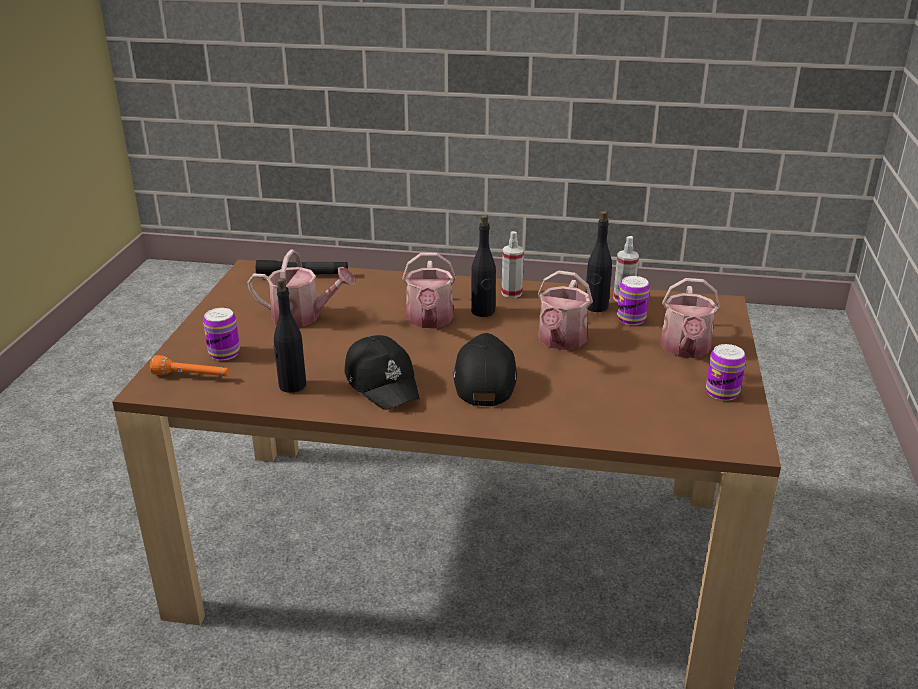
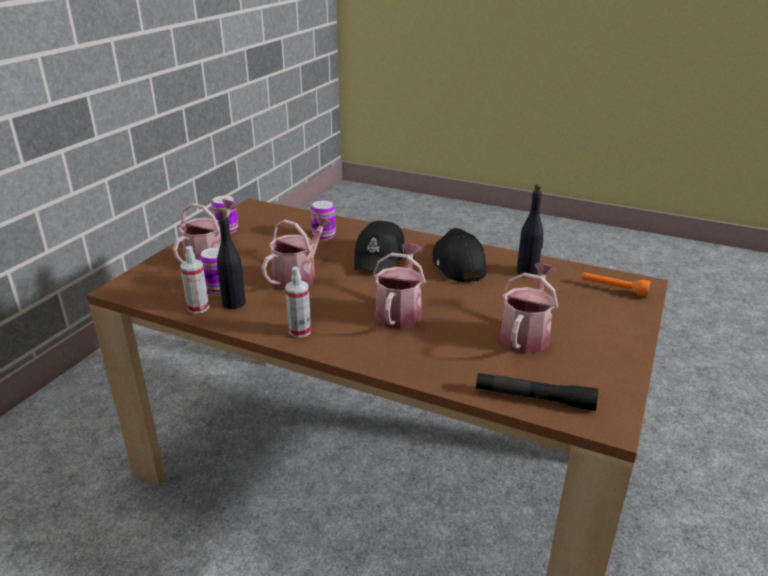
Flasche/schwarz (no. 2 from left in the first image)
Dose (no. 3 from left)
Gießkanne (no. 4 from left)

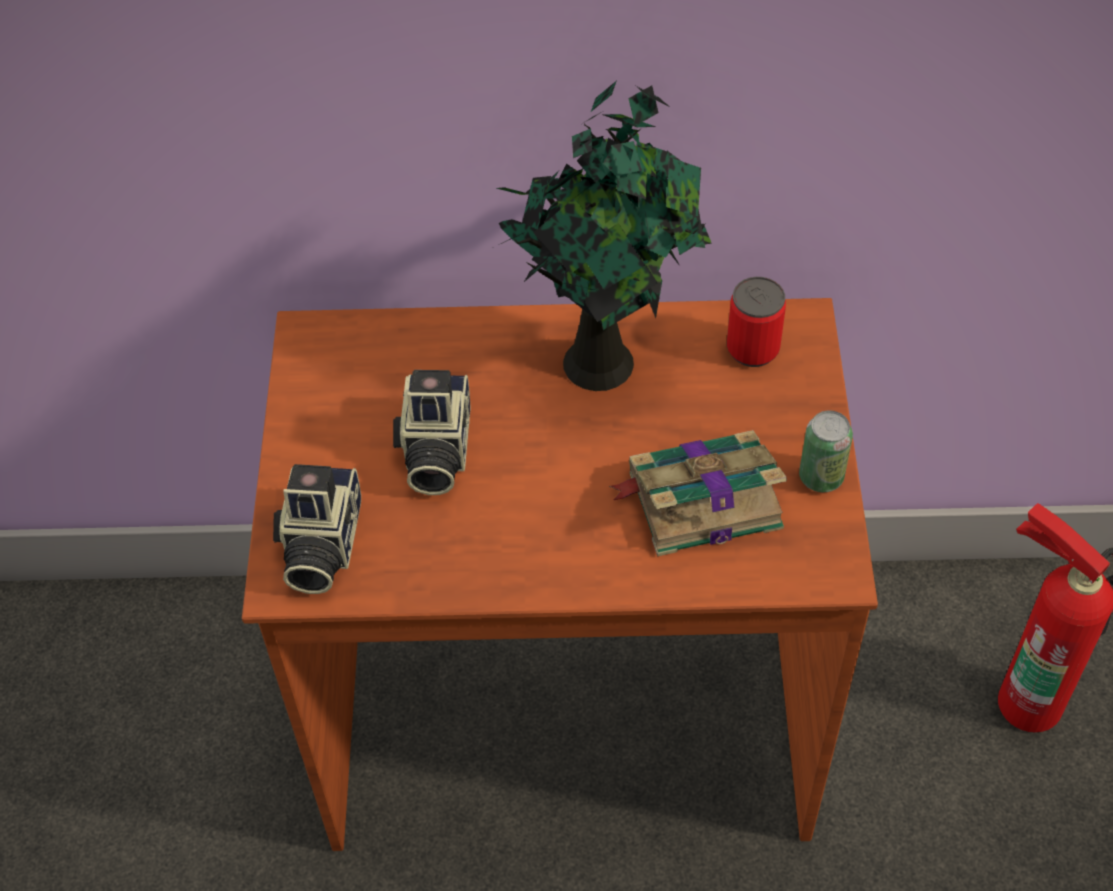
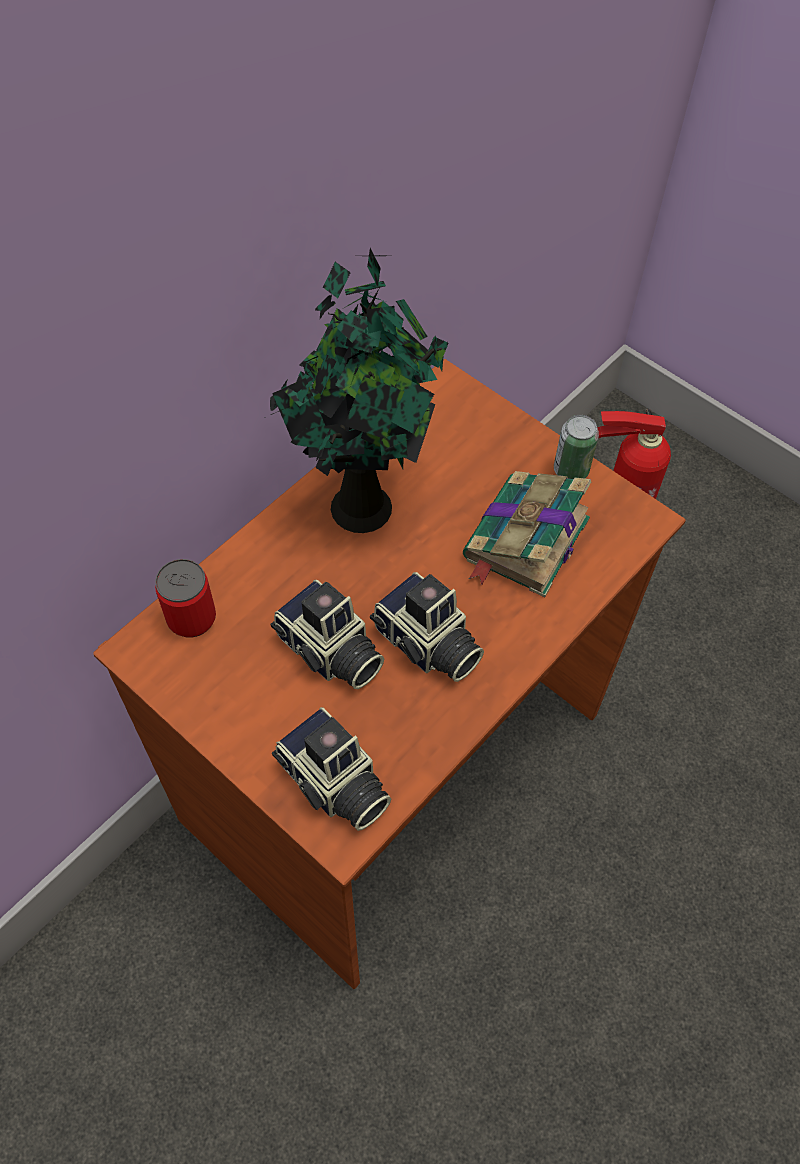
Kamera (no. 3 from left)
Dose (no. 1 from left)

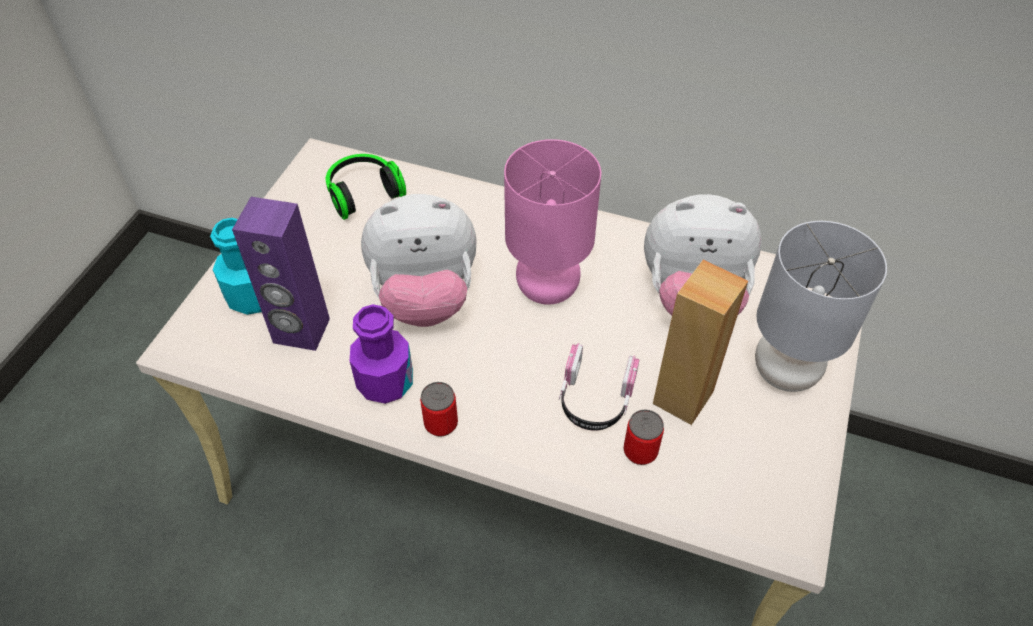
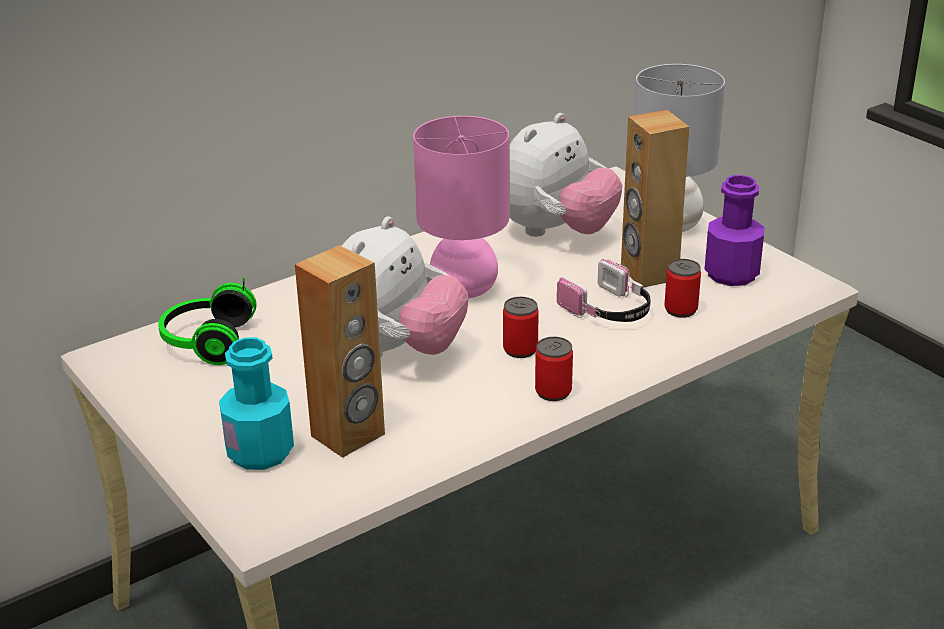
Dose (no. 1 from left)
Flasche/lila
Lautsprecher/braun (no. 1 from left)

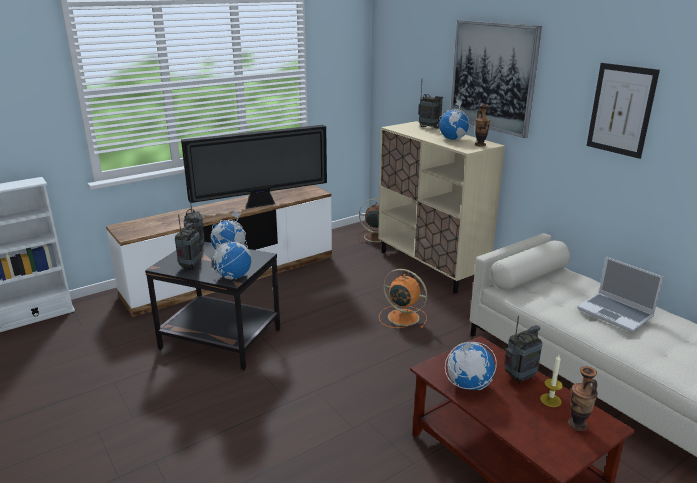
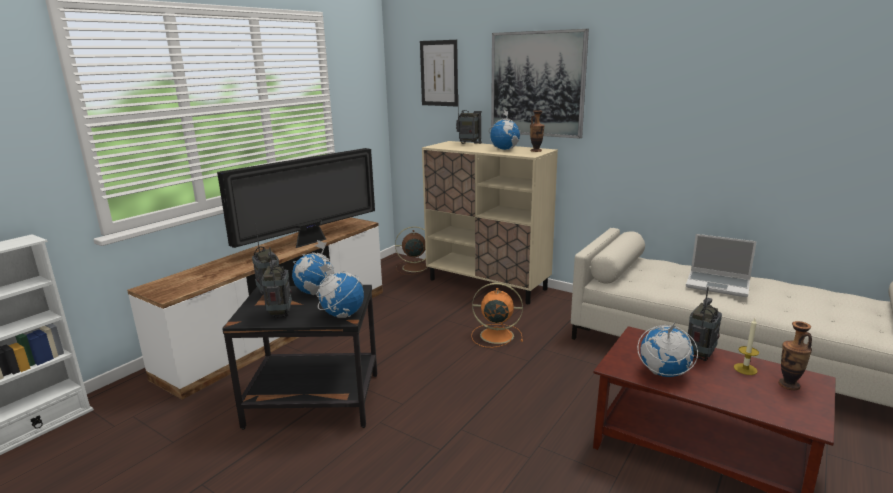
Bild (no. 1 from left)

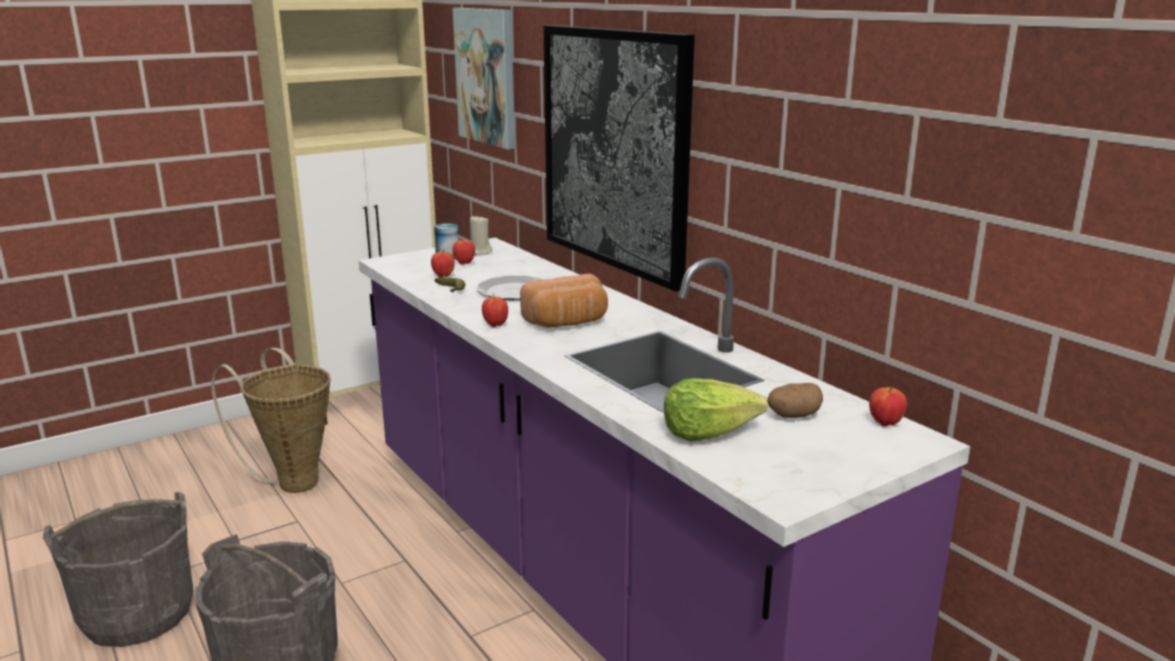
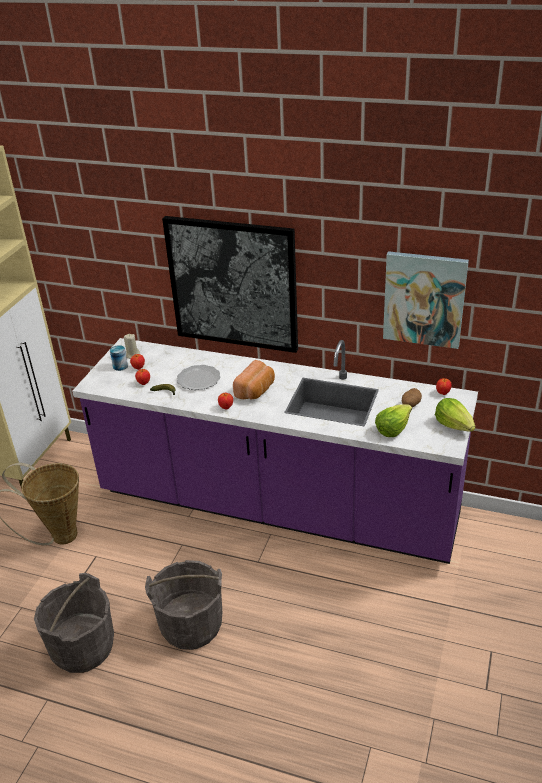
Salatkopf (no. 2 from left)
Bild (no. 2 from left)

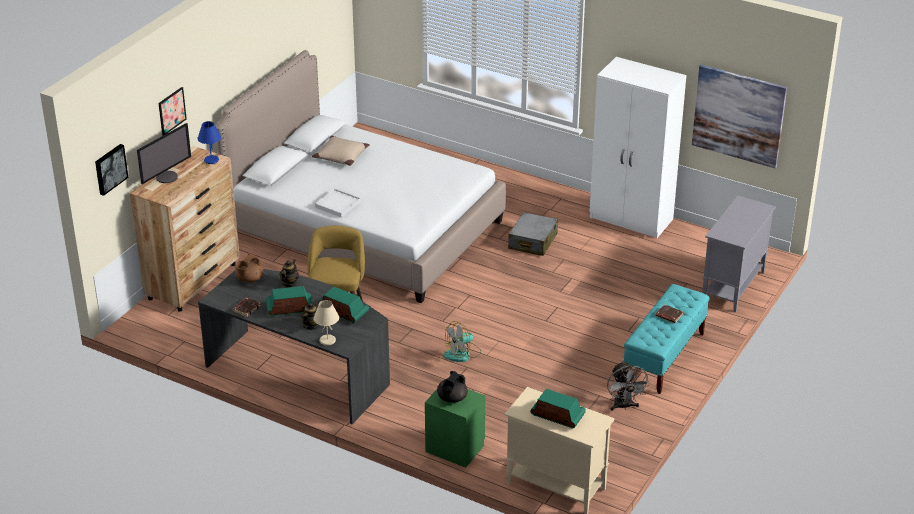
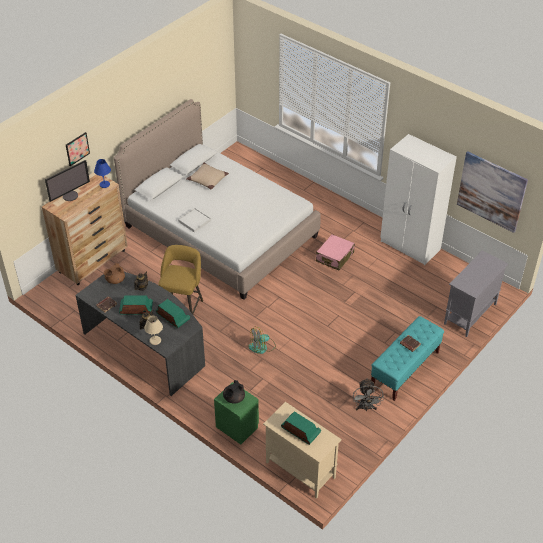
Bild (no. 1 from left in the first image)
Koffer/rosa

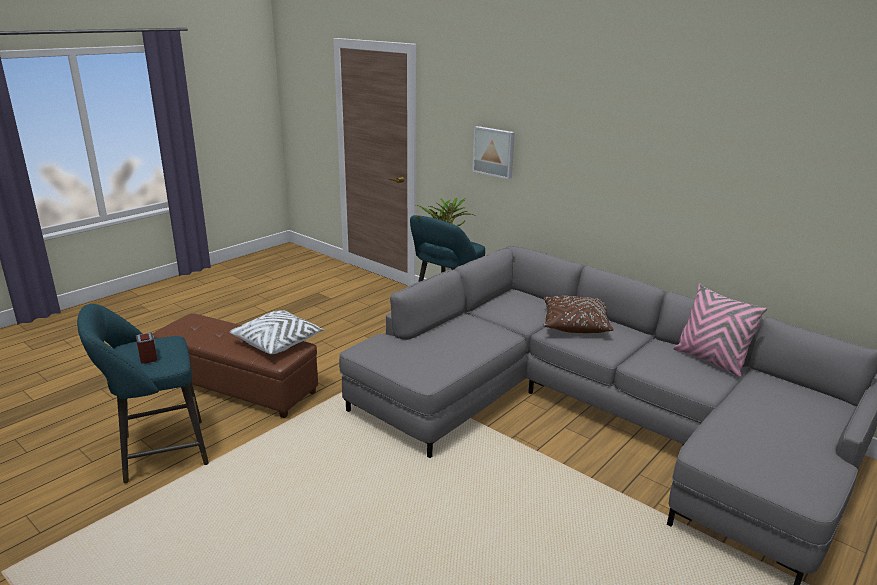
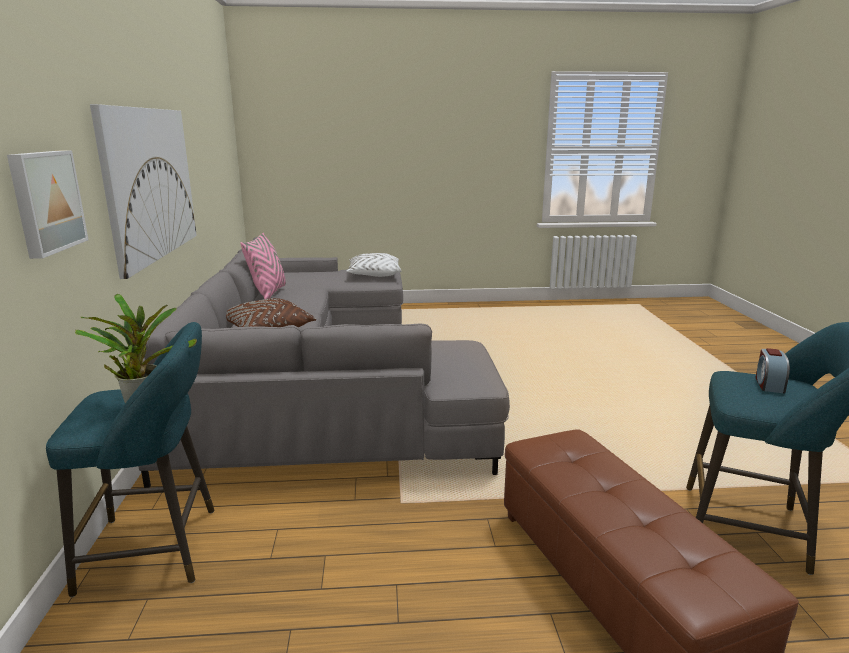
Bild (no. 2 from left)
Kissen/weiß

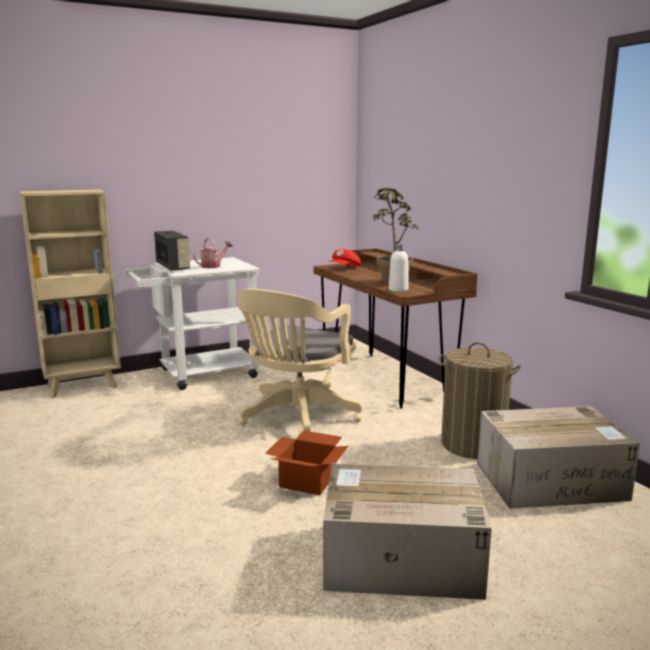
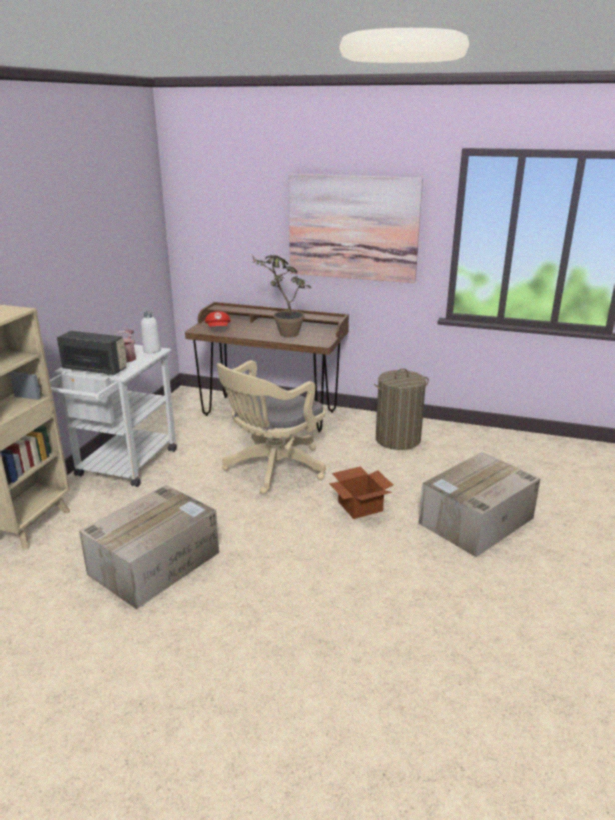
Bild
Flasche/weiß
Karton (no. 1 from left)
Bürostuhl/beige

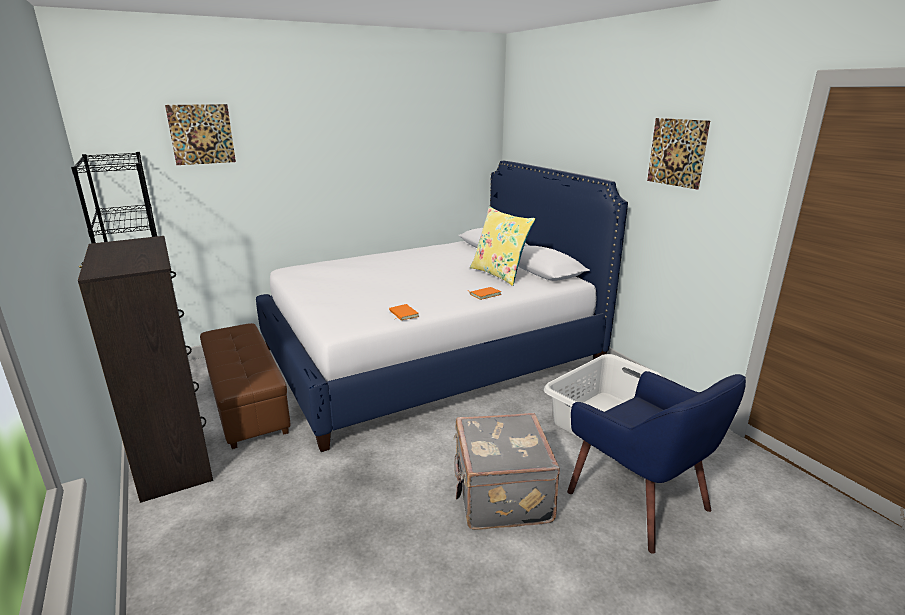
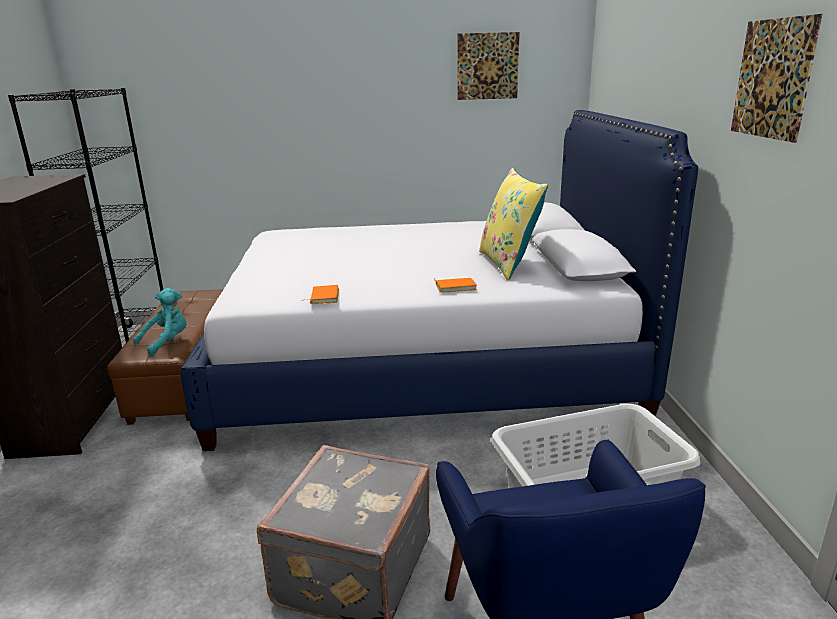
Plüschtier/türkis
Bild (no. 1 from left)

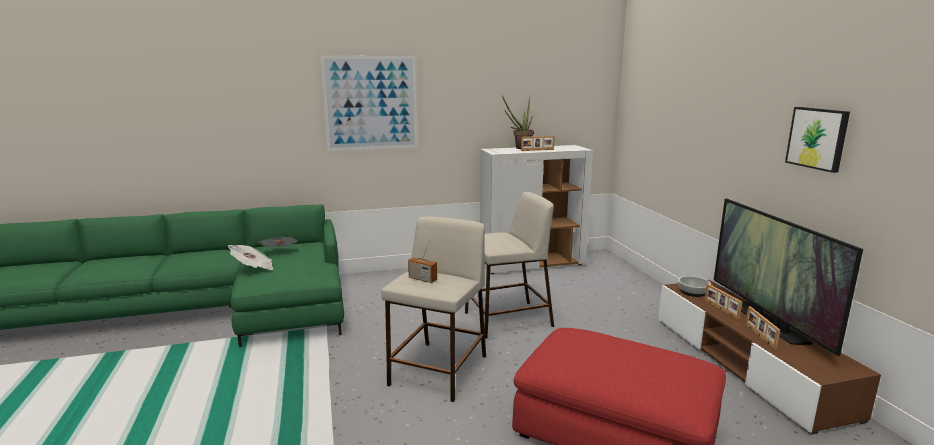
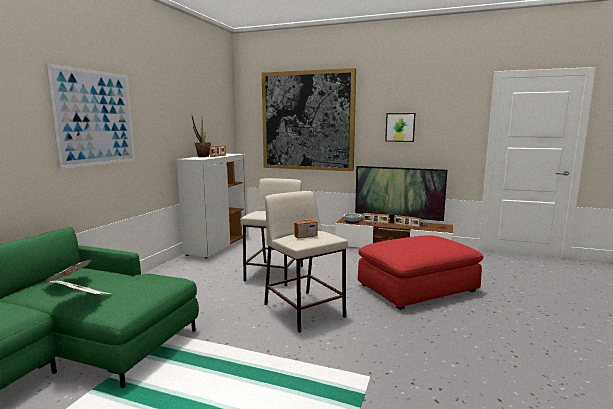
Bild (no. 2 from left)

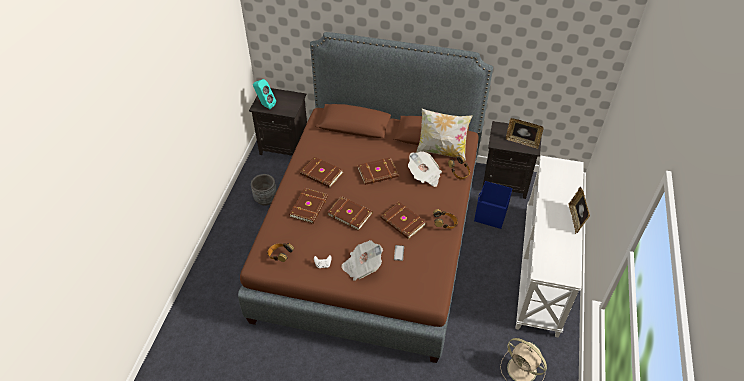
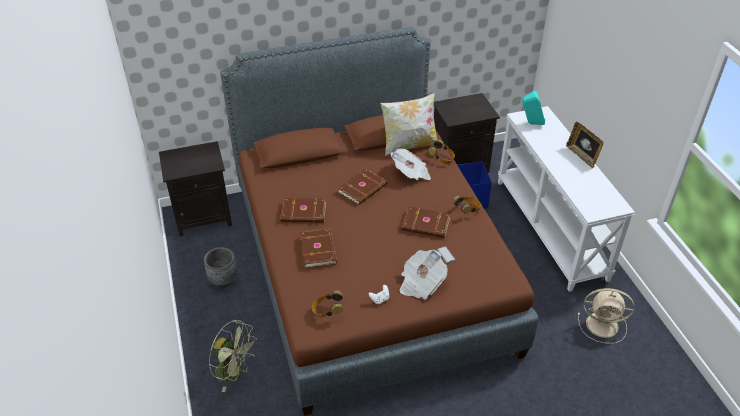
Buch/braun (no. 3 from left in the first image)
Bilderrahmen (no. 1 from left in the first image)
Ventilator/grün
Lautsprecher/türkis

